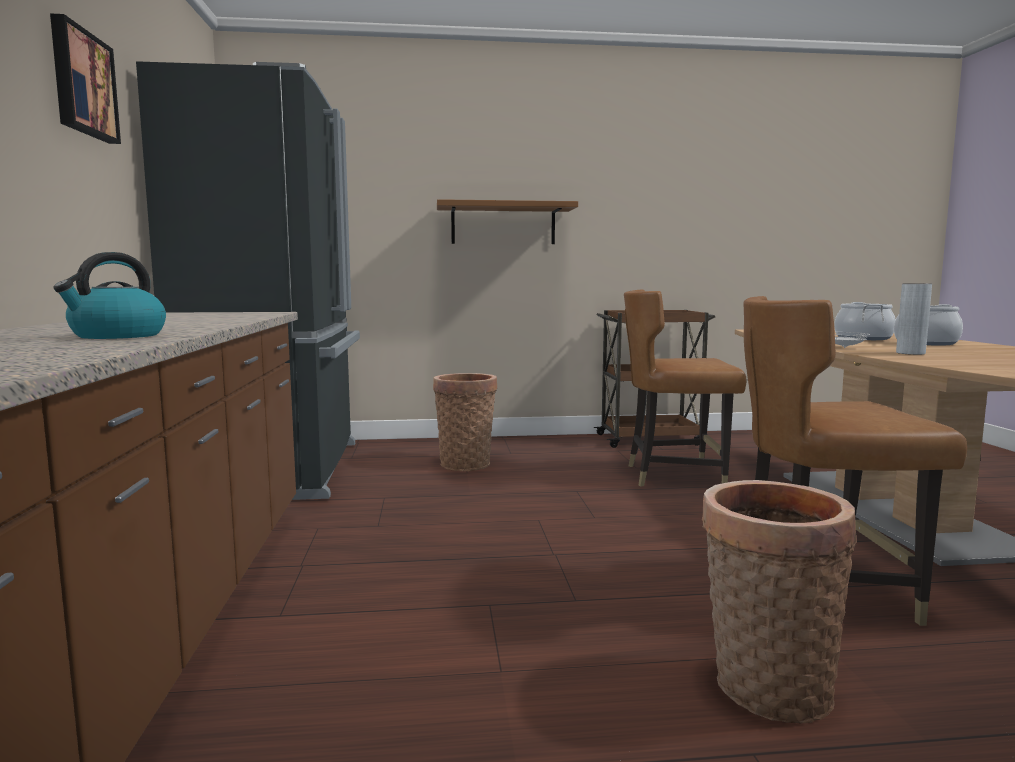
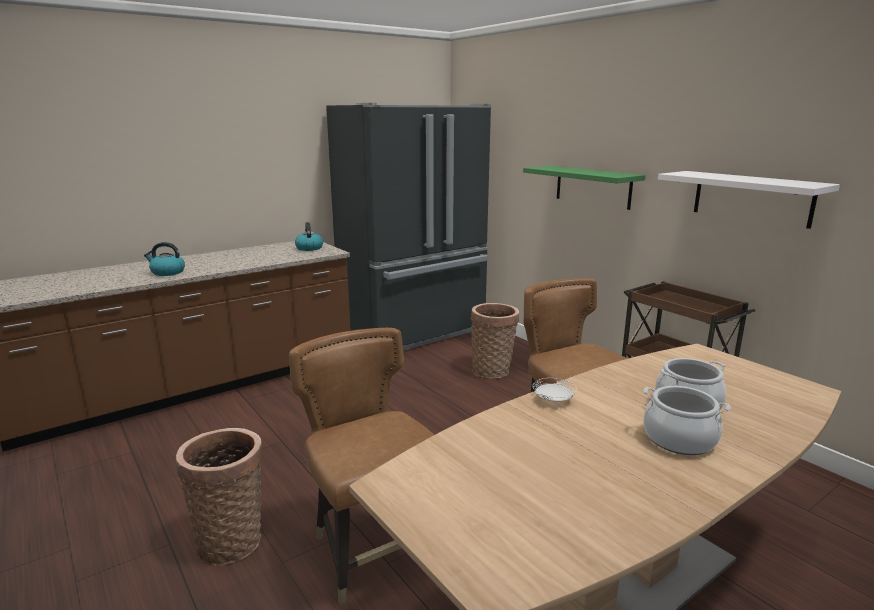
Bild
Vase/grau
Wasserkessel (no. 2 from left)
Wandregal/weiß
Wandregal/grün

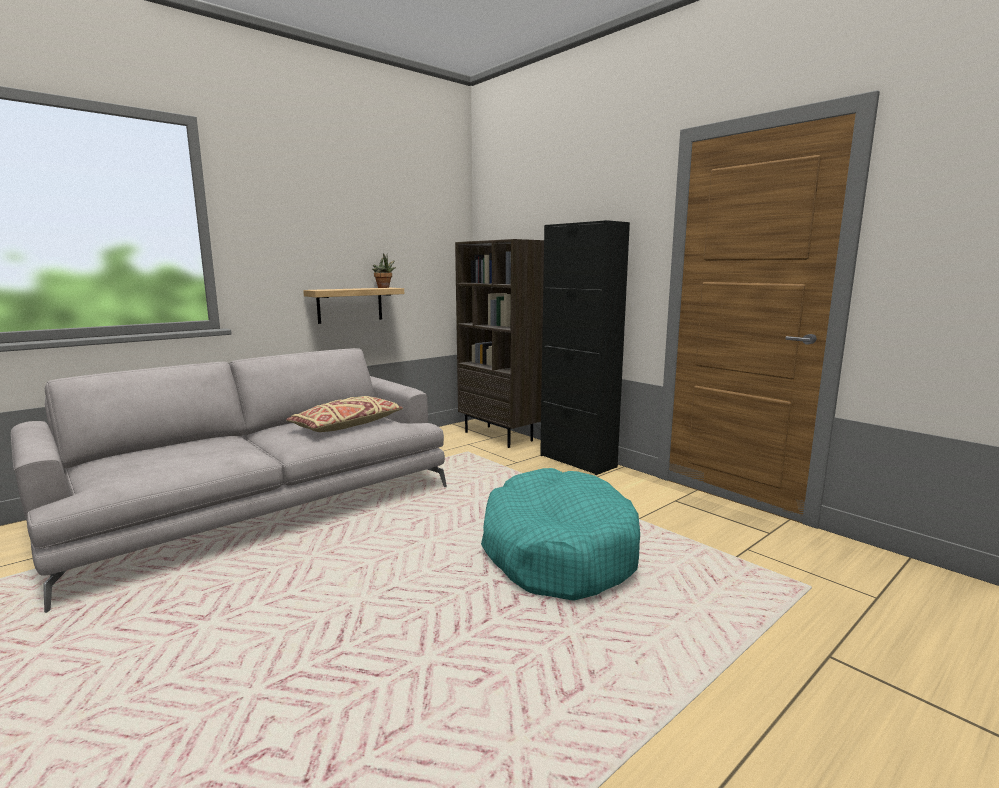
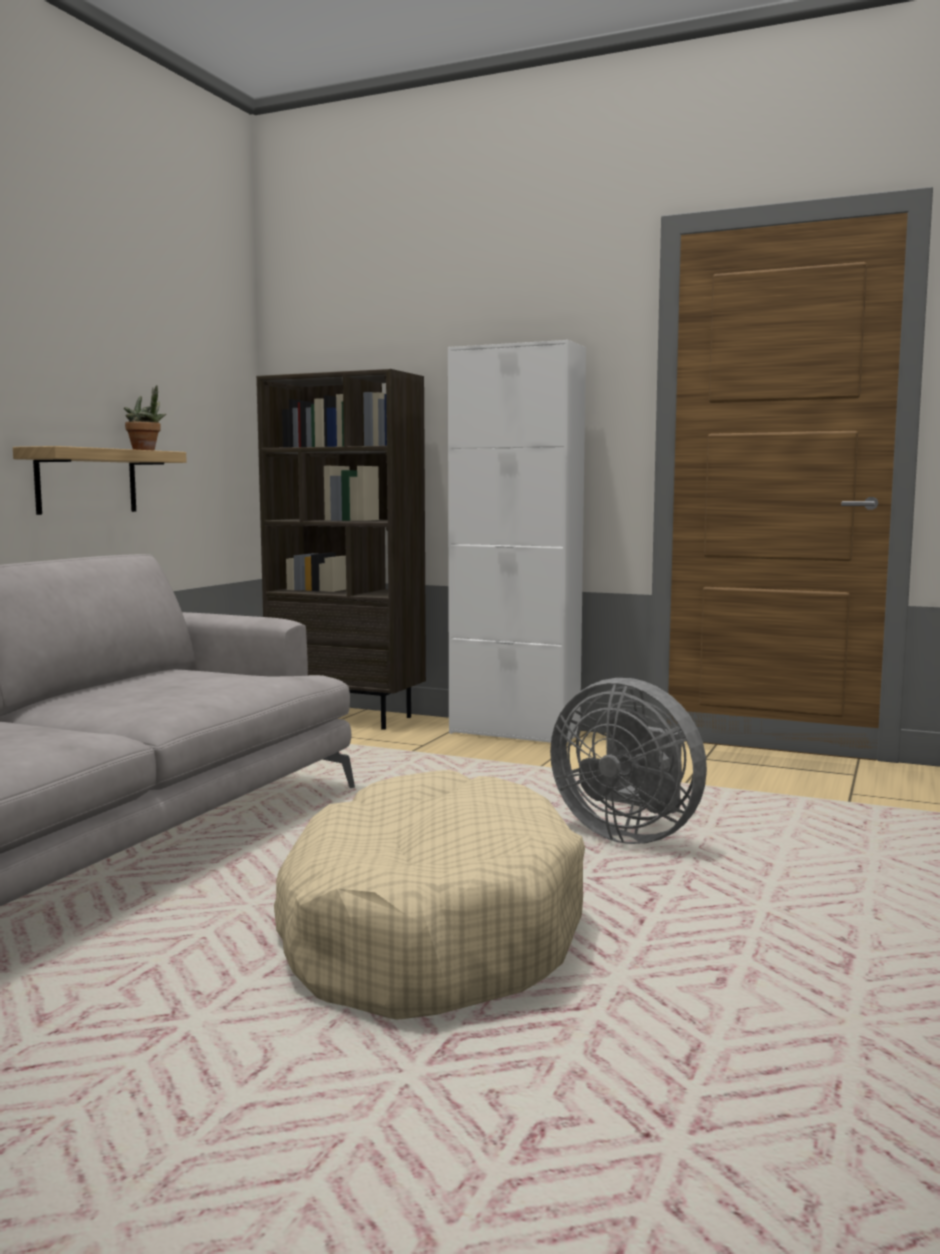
Kissen/beige
Hundebett/beige
Ventilator/grau
Schrank/weiß

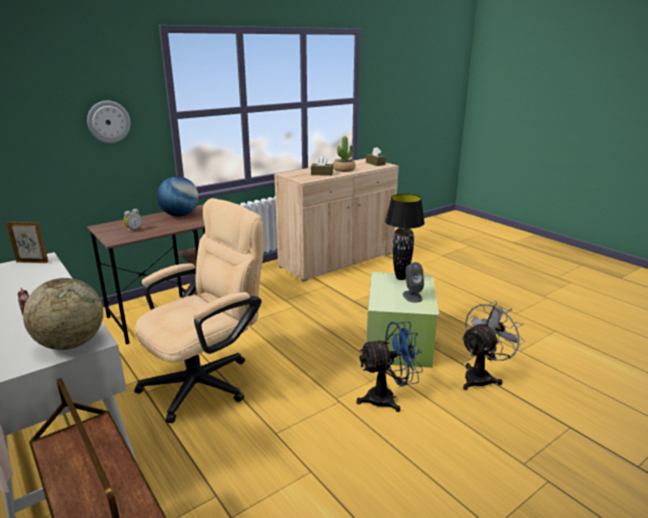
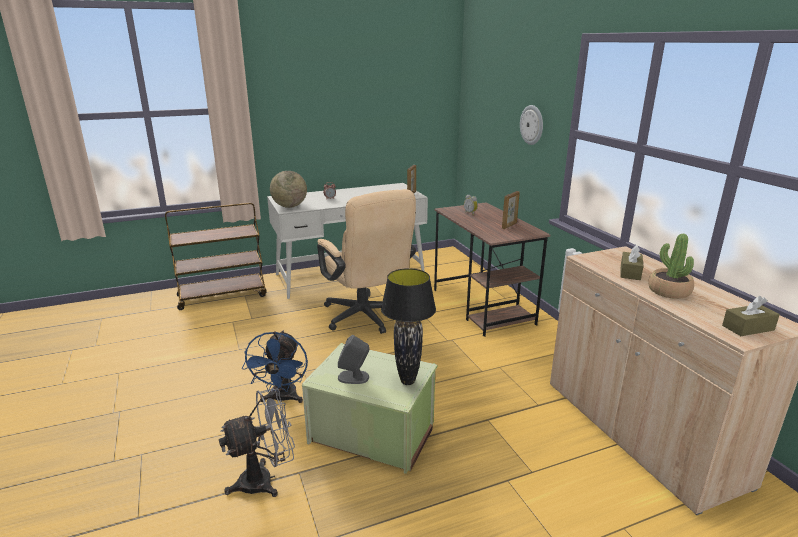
Bilderrahmen (no. 2 from left)
Ventilator/grau

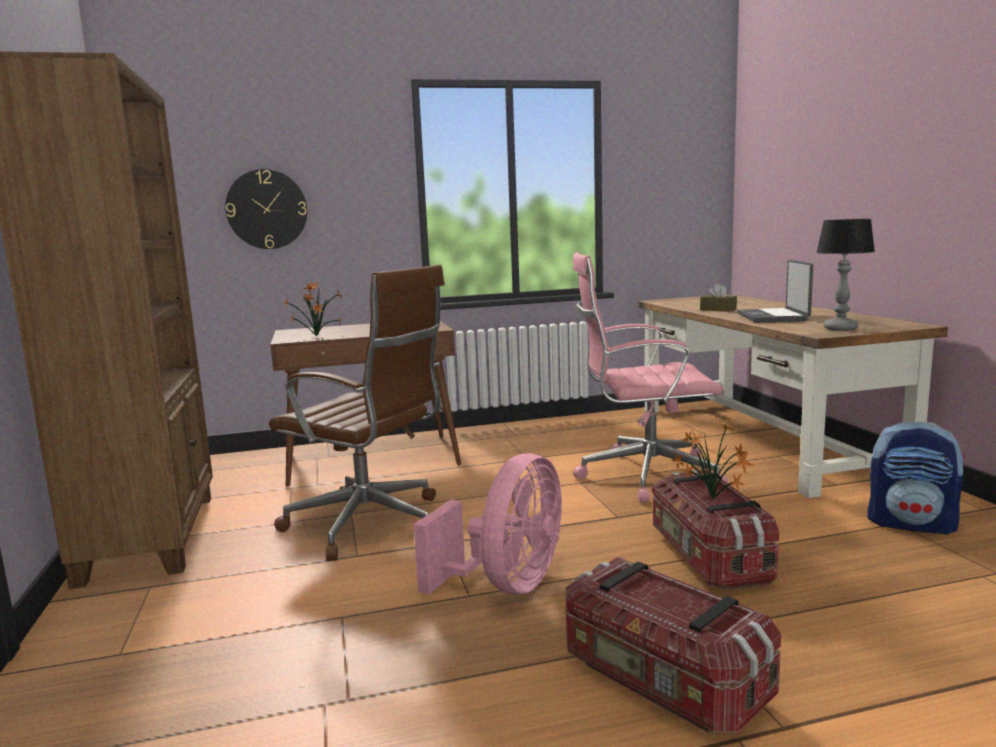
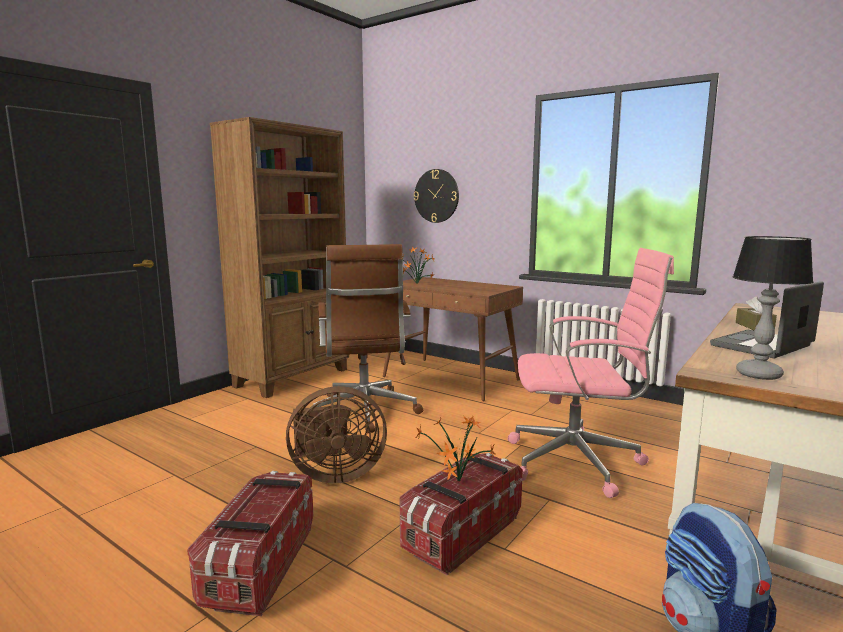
Ventilator/braun
Bürostuhl/rosa

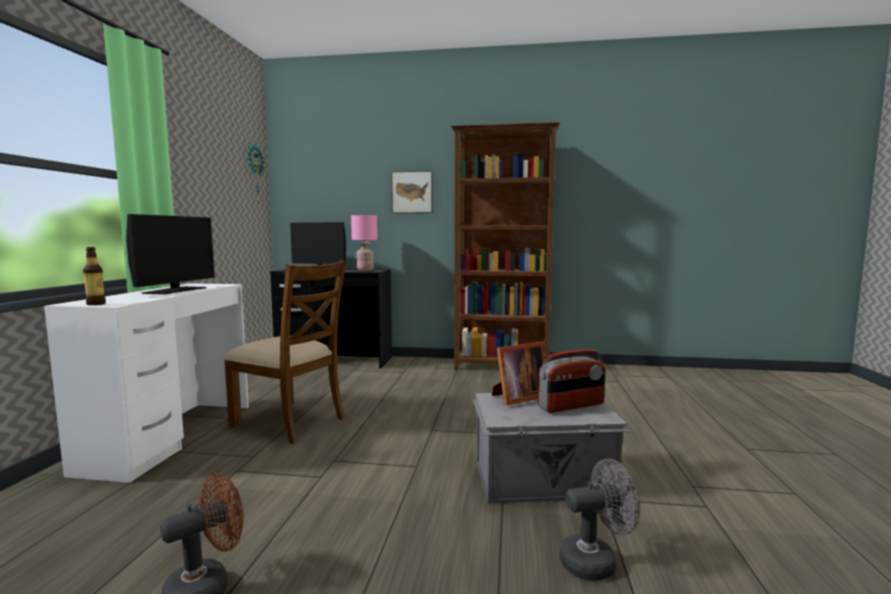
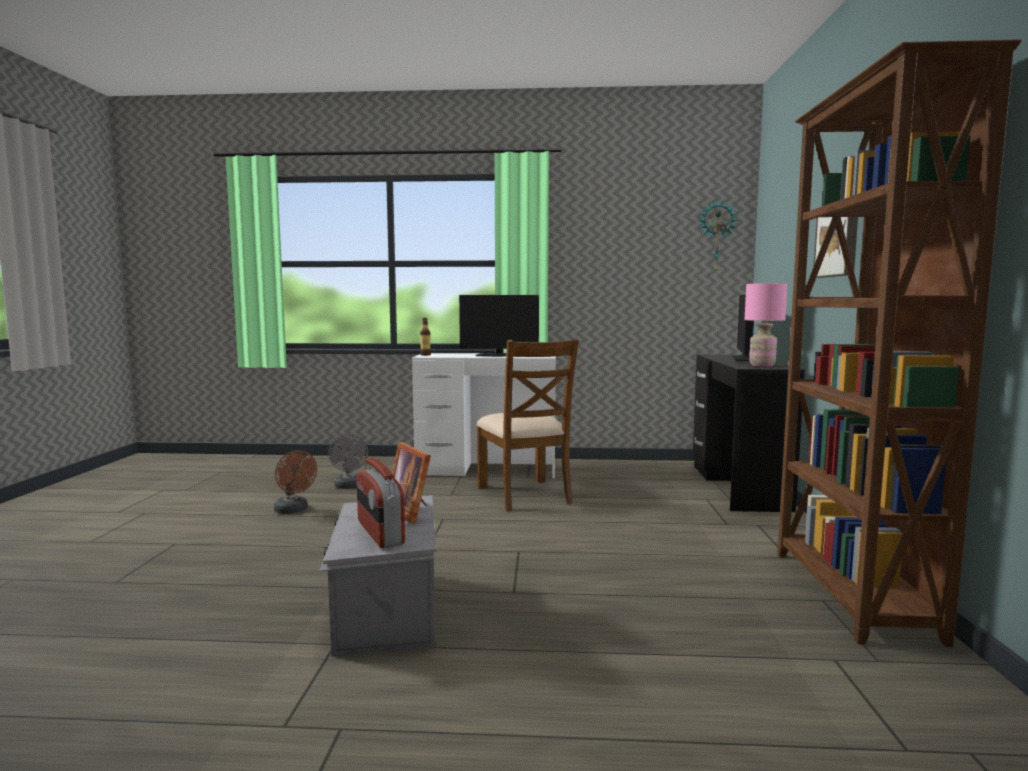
Ventilator/grau
Stuhl/braun

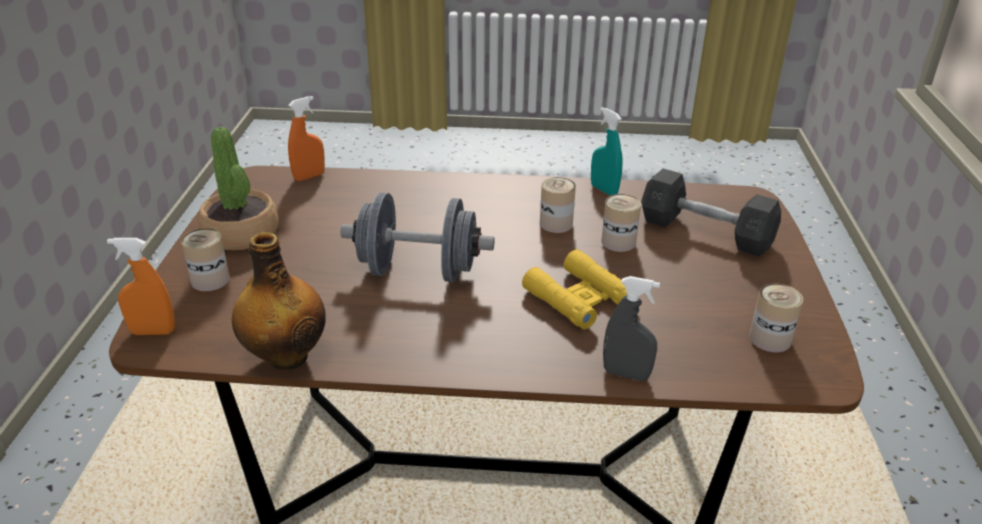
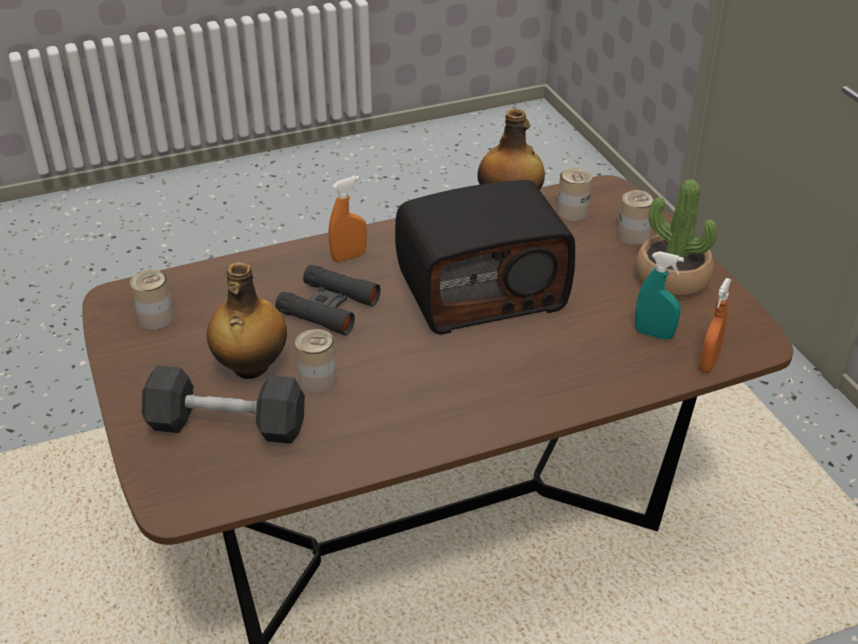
Sprühflasche/grau
Flasche (no. 1 from left)
Sprühflasche/orange (no. 1 from left)
Dose (no. 3 from left)
Sprühflasche/türkis
Radio
Fernglas/schwarz

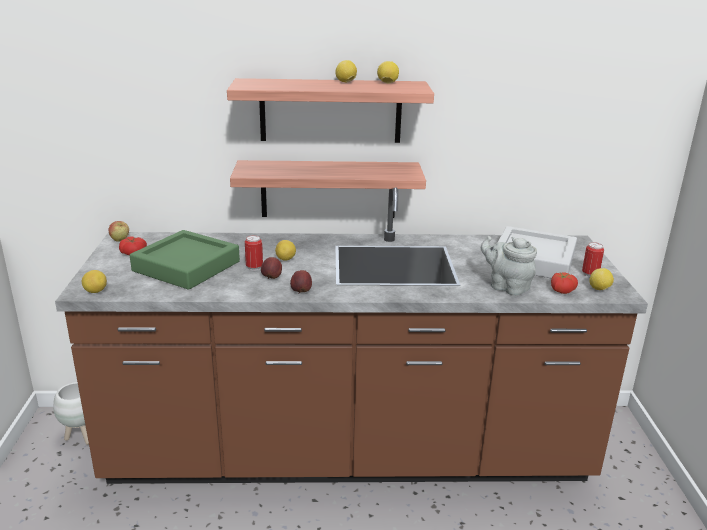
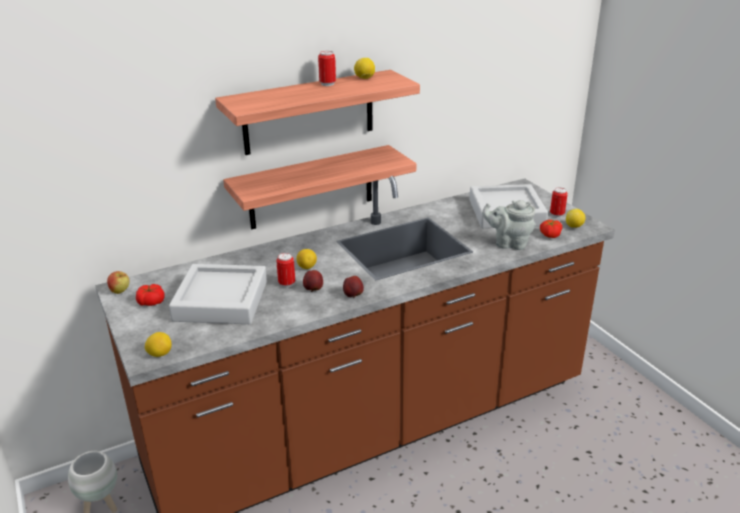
Dose (no. 2 from left)
Tablett/grau (no. 1 from left)

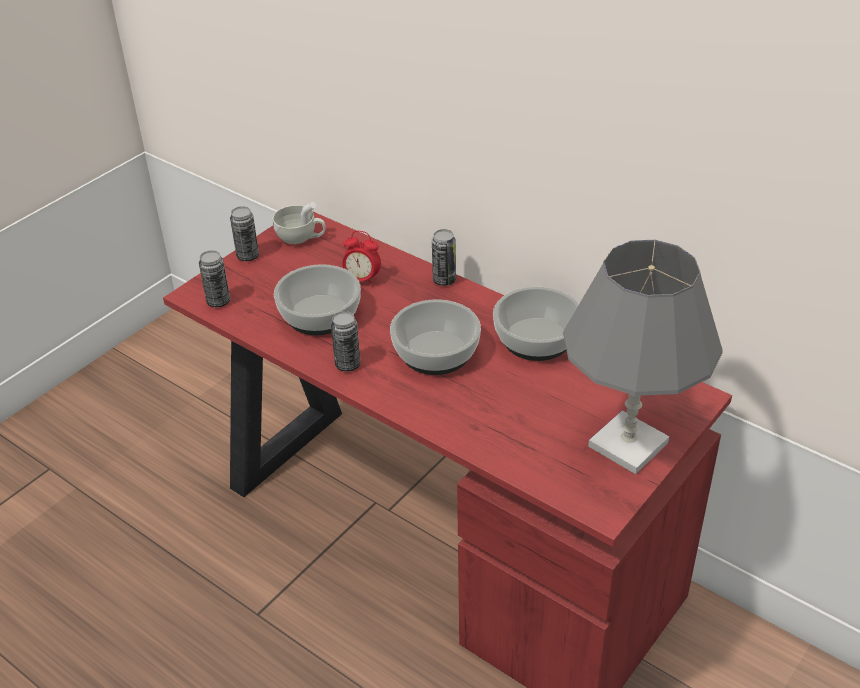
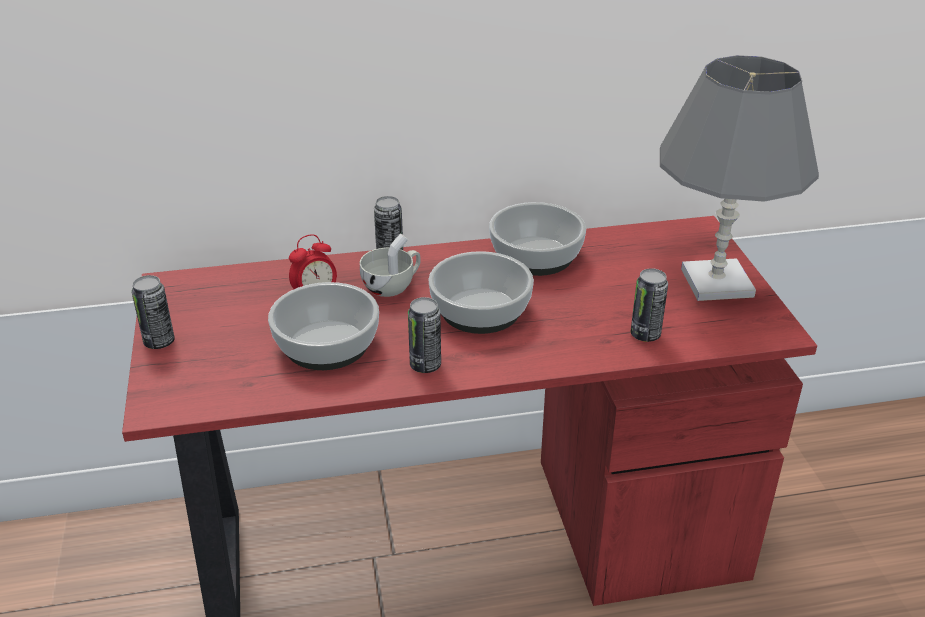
Dose (no. 4 from left)
Tasse/weiß

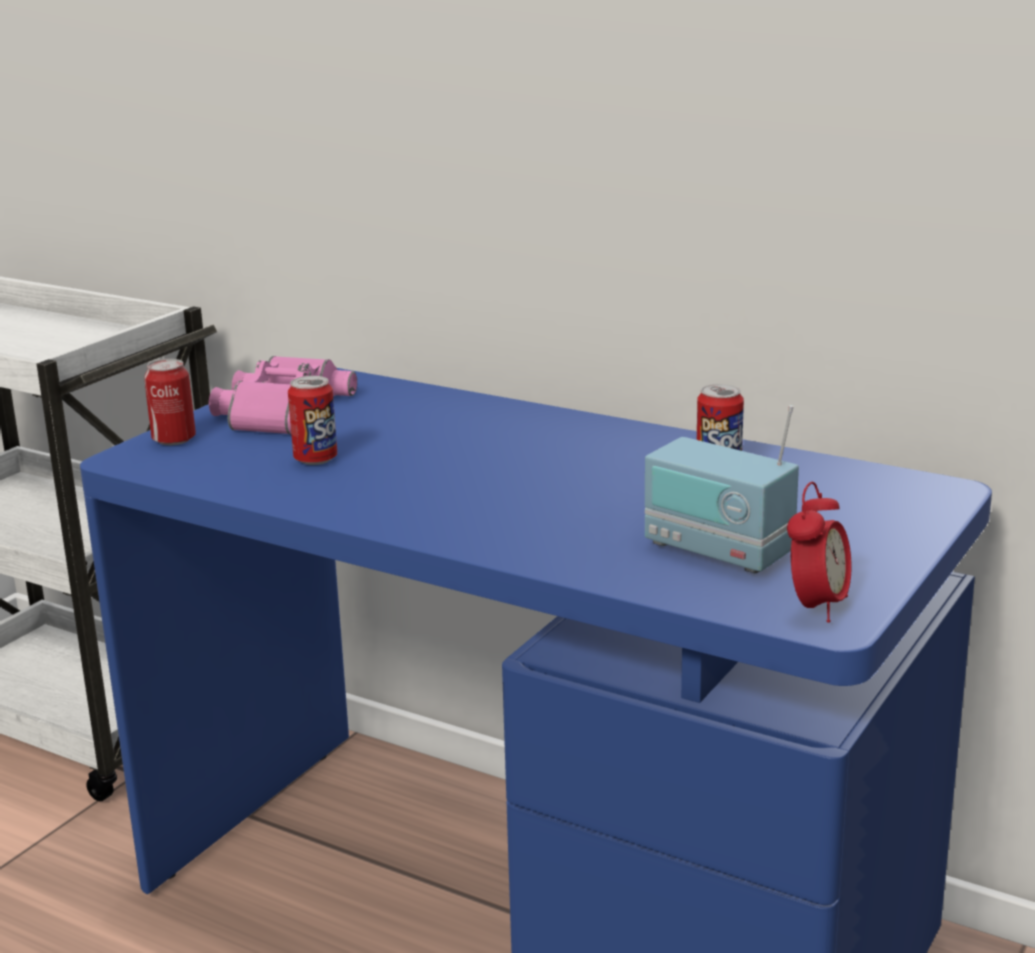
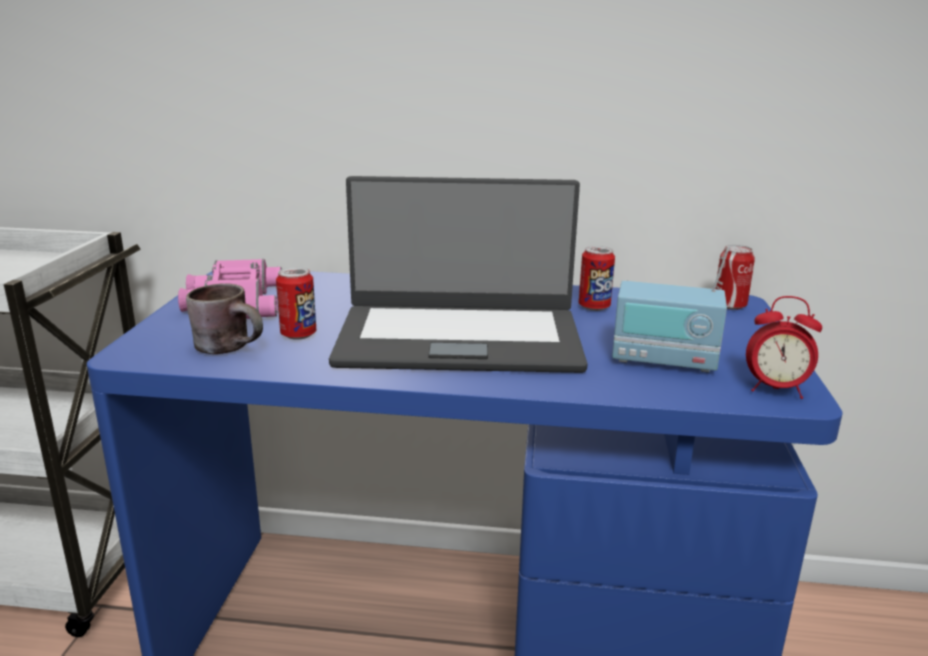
Henkelbecher/braun
Laptop
Dose (no. 3 from left)
Wecker

